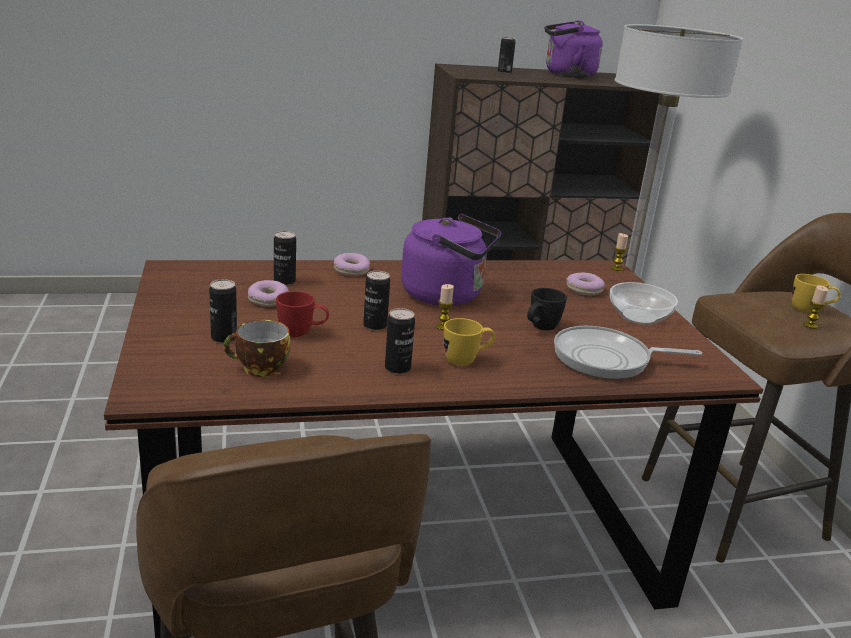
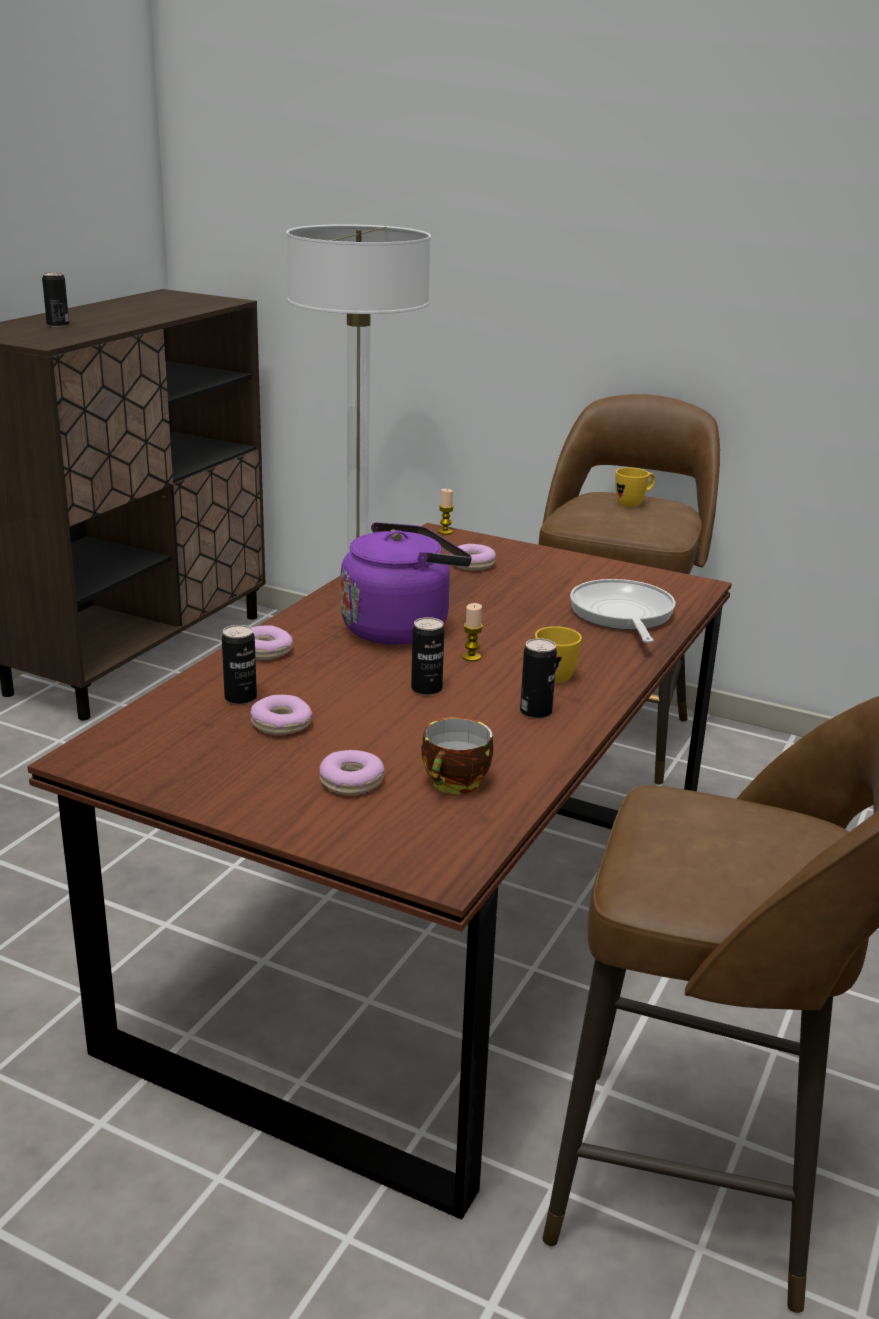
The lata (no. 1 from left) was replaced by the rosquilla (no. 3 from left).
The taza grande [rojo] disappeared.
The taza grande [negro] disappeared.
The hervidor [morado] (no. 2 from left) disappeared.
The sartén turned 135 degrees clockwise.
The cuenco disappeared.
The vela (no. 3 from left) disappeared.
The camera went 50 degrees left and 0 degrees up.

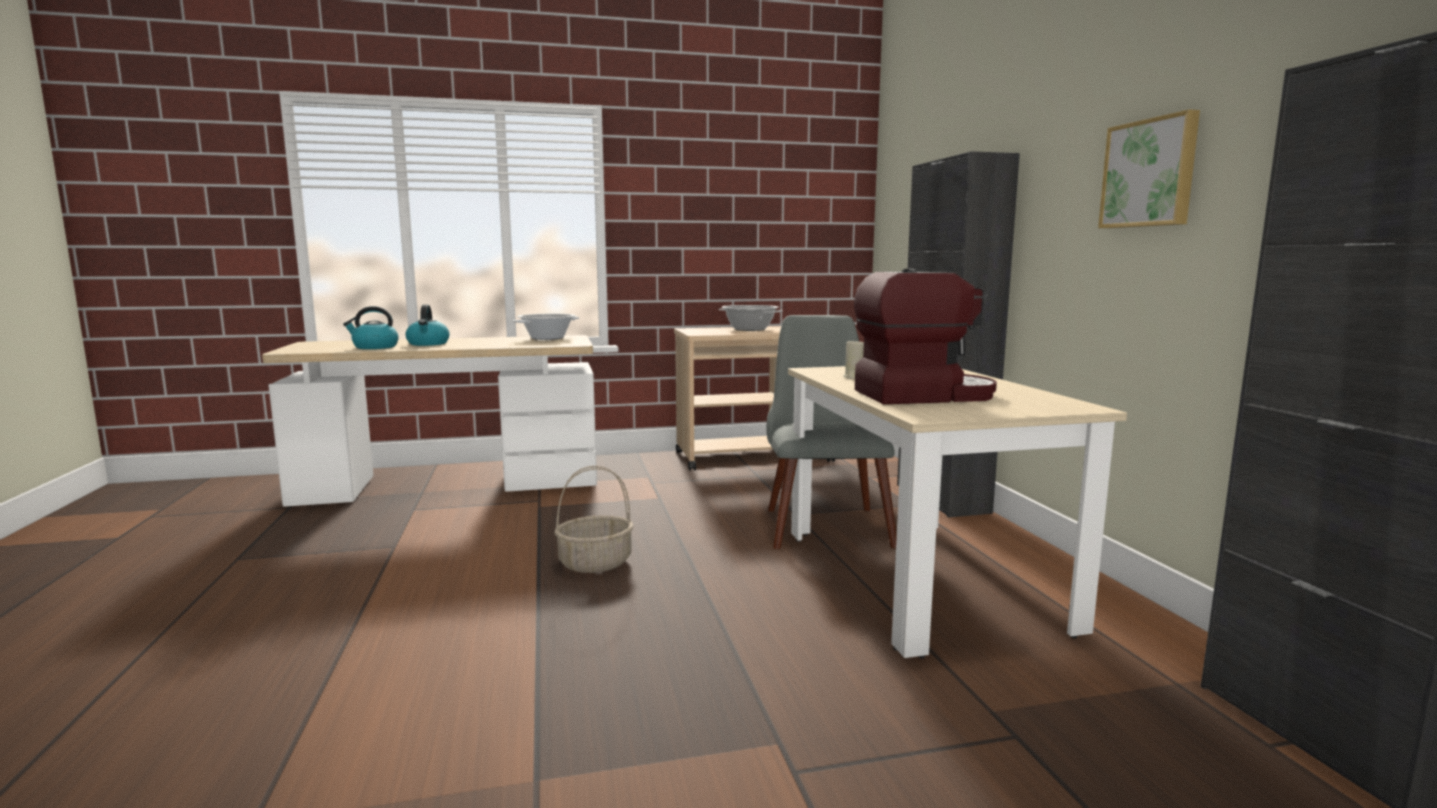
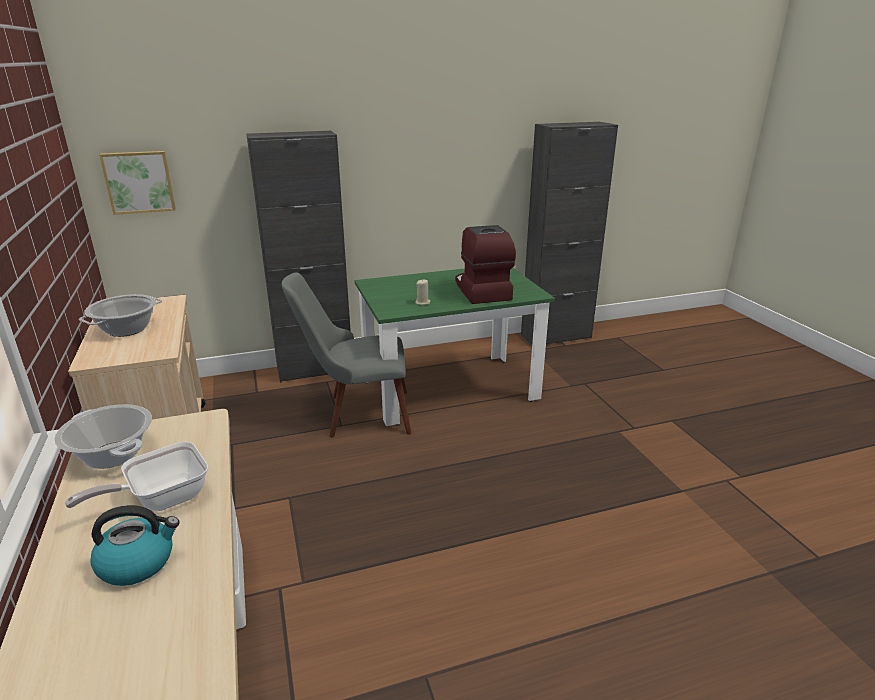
The hervidor (no. 1 from left) disappeared.
The cesta disappeared.
The mesa de comedor [beis] became the mesa de comedor [verde].
The cuadro moved.
The sartén appeared.
The camera went 95 degrees left and 15 degrees up.

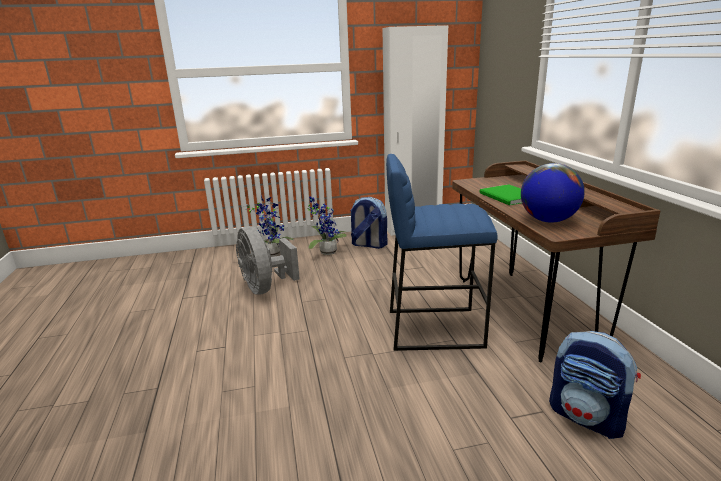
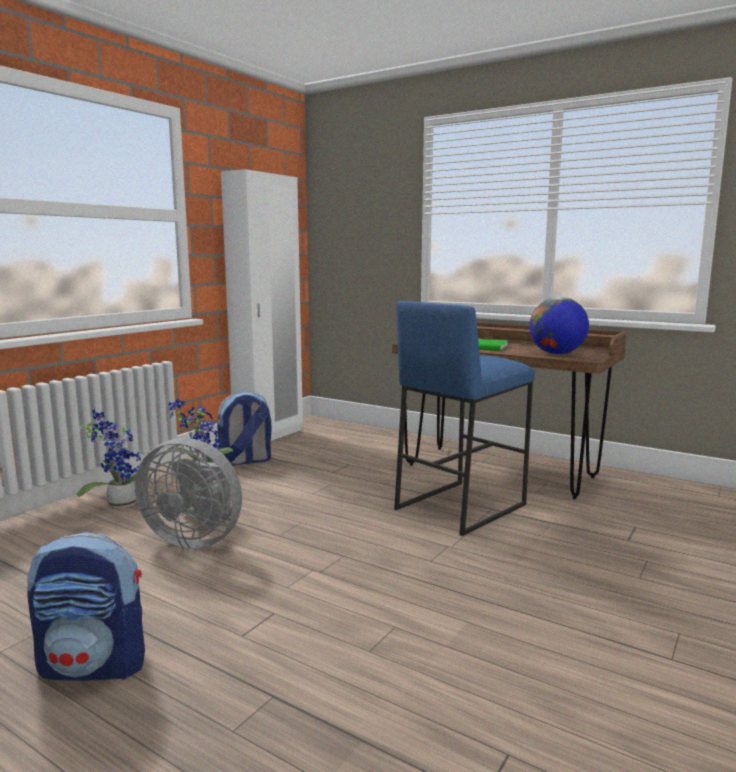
The mochila (no. 2 from left in the first image) moved.
The camera went 45 degrees left and 10 degrees down.

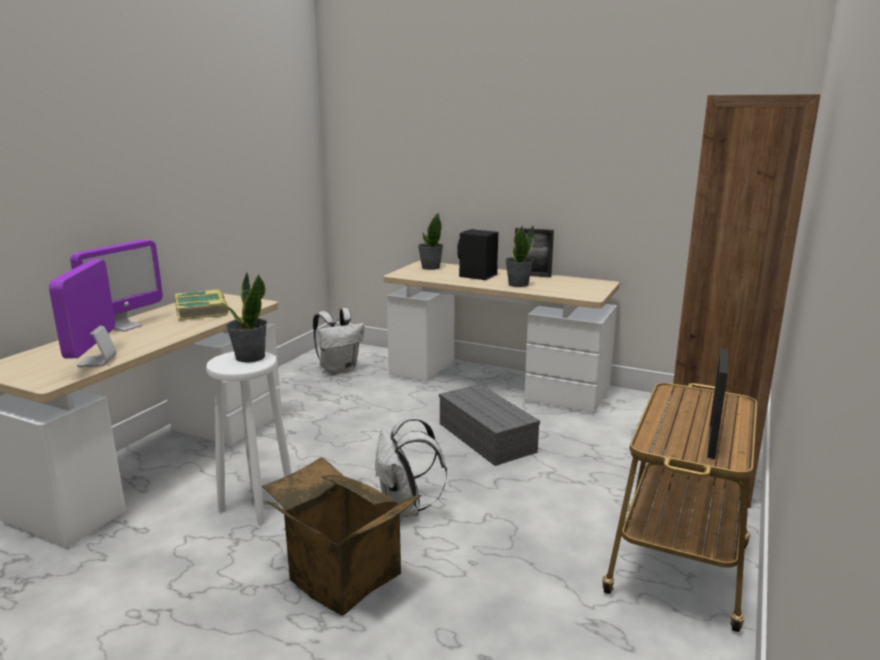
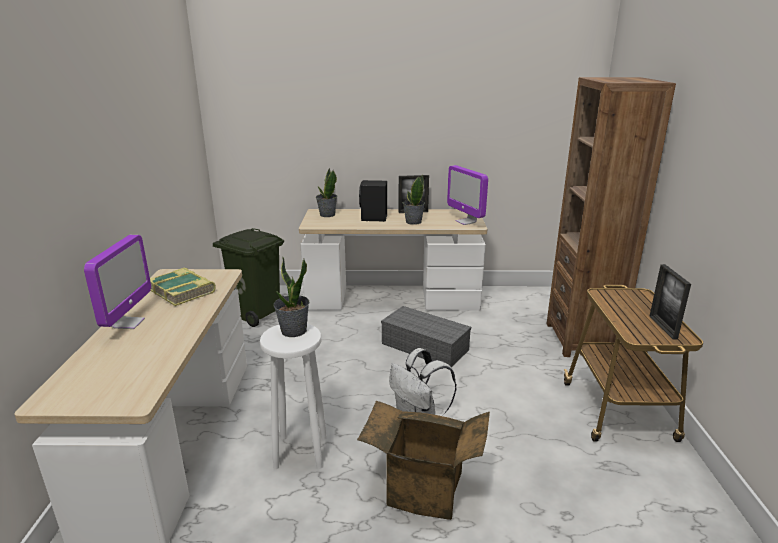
The monitor (no. 1 from left in the first image) moved.
The mochila [blanco] (no. 1 from left) was replaced by the papelera [verde].
The camera went 25 degrees left and 5 degrees up.

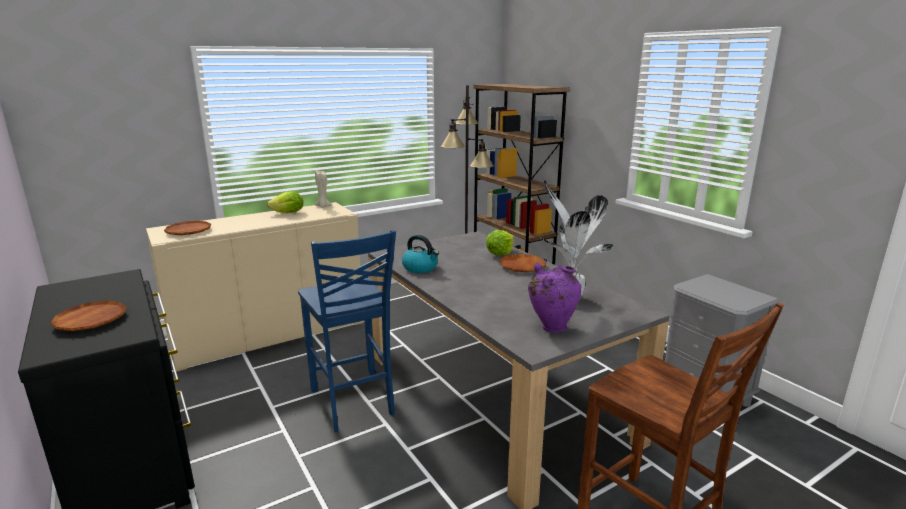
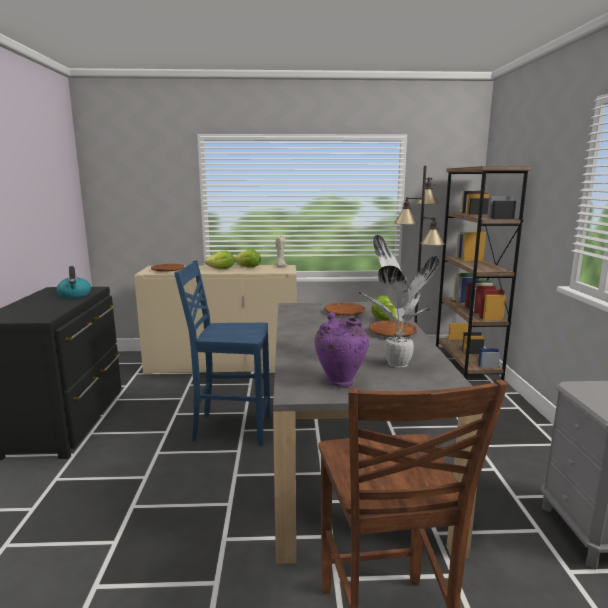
The plato [marrón] (no. 1 from left in the first image) moved.
The silla [azul] turned 90 degrees clockwise.
The hervidor moved.
The lechuga (no. 1 from left) appeared.
The camera went 30 degrees right and 5 degrees down.

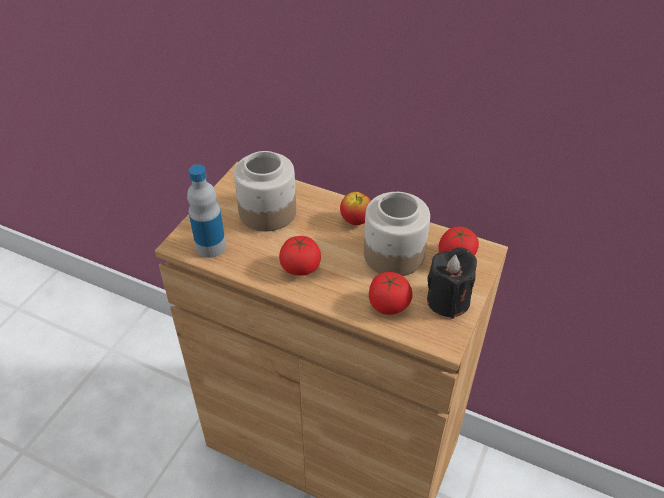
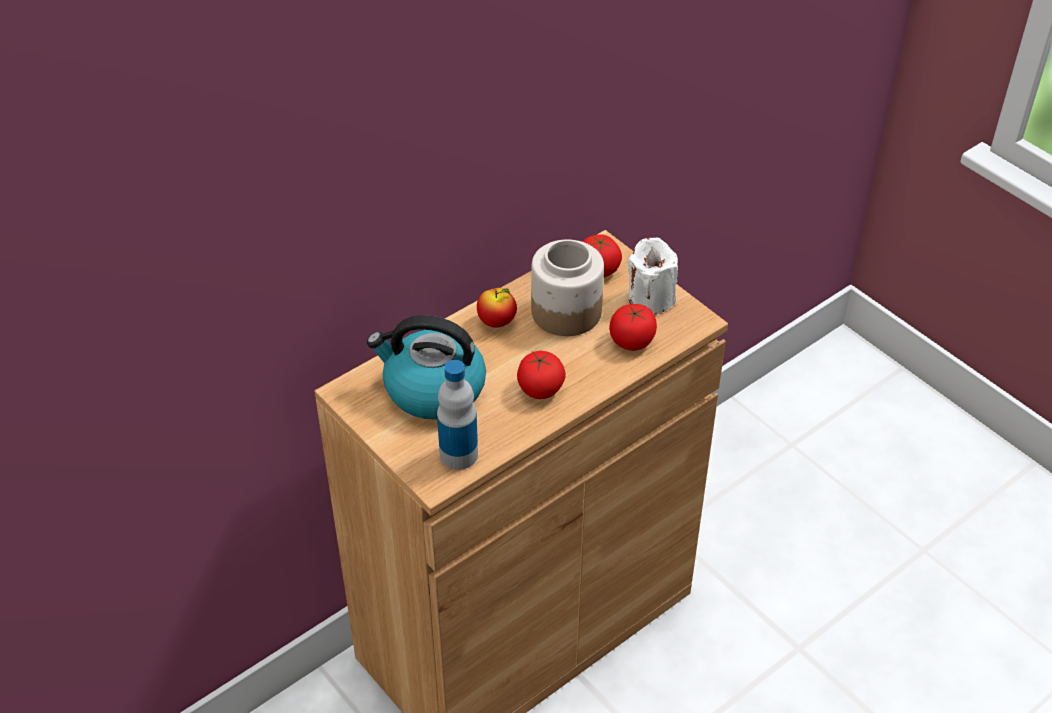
The tarro (no. 1 from left) was replaced by the hervidor.
The vela [negro] became the vela [blanco].
The camera went 65 degrees left and 0 degrees up.

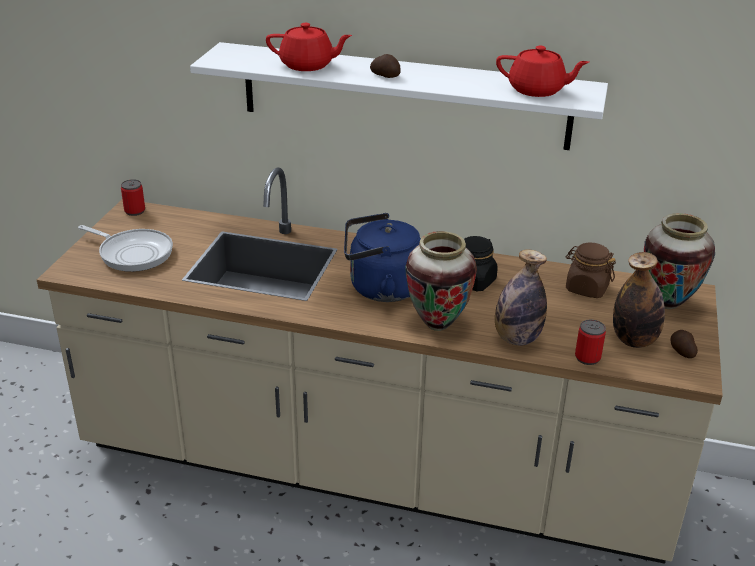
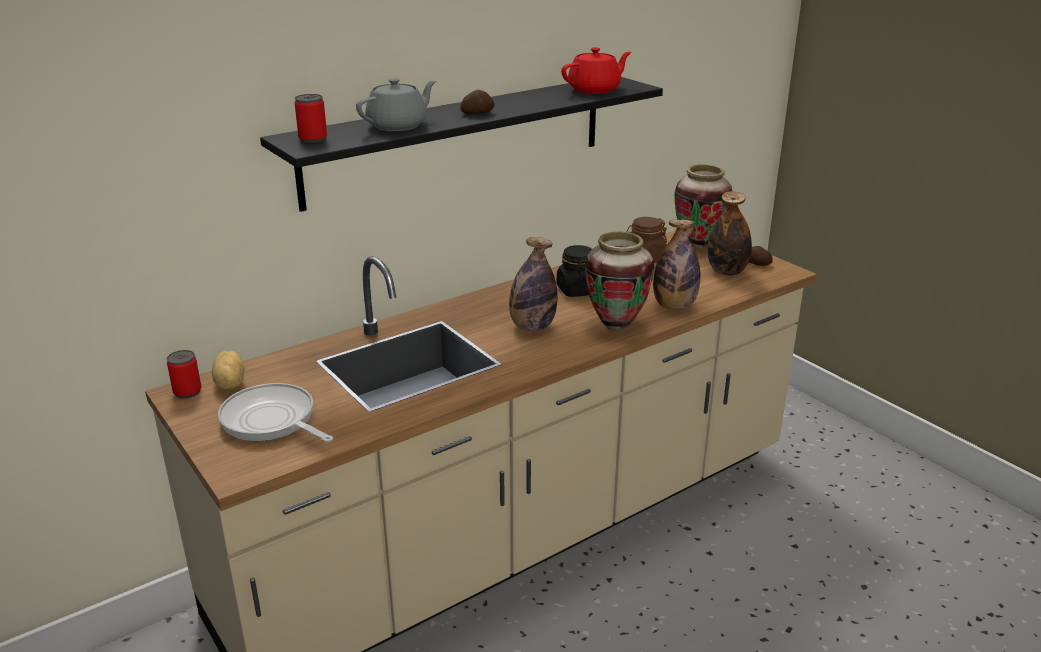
The sartén turned 120 degrees counterclockwise.
The estante [blanco] became the estante [negro].
The tetera [rojo] (no. 1 from left) became the tetera [gris].
The hervidor [azul] was replaced by the botella (no. 1 from left).
The lata (no. 2 from left) moved.
The patata (no. 1 from left) appeared.
The camera went 50 degrees left and 5 degrees down.

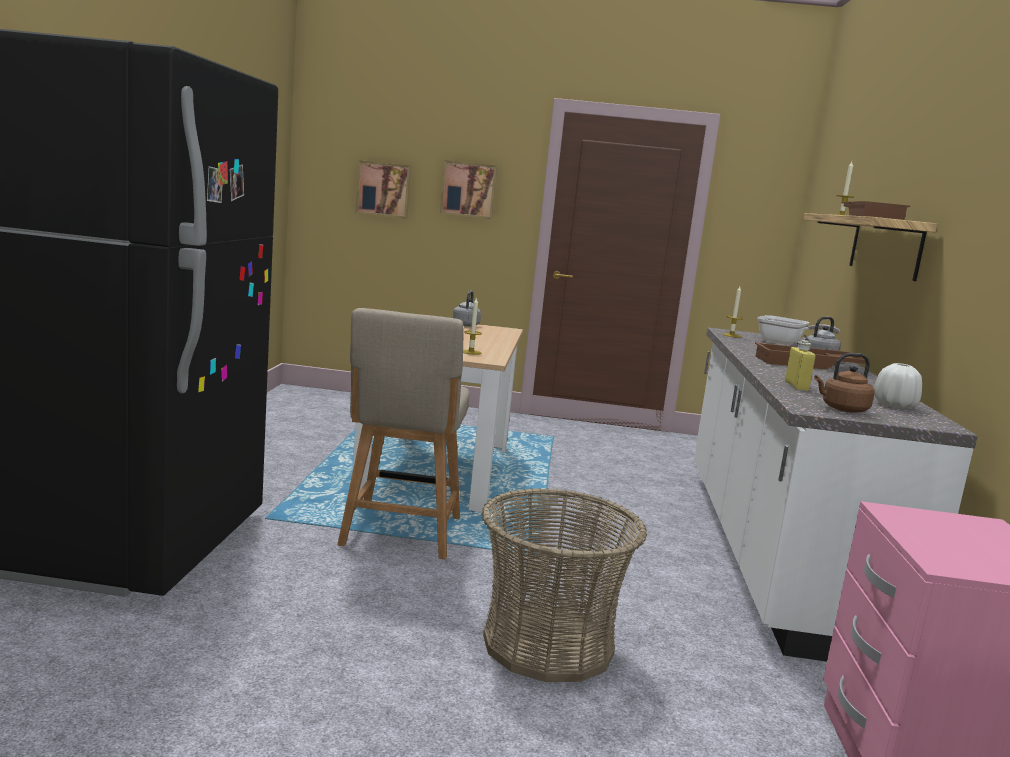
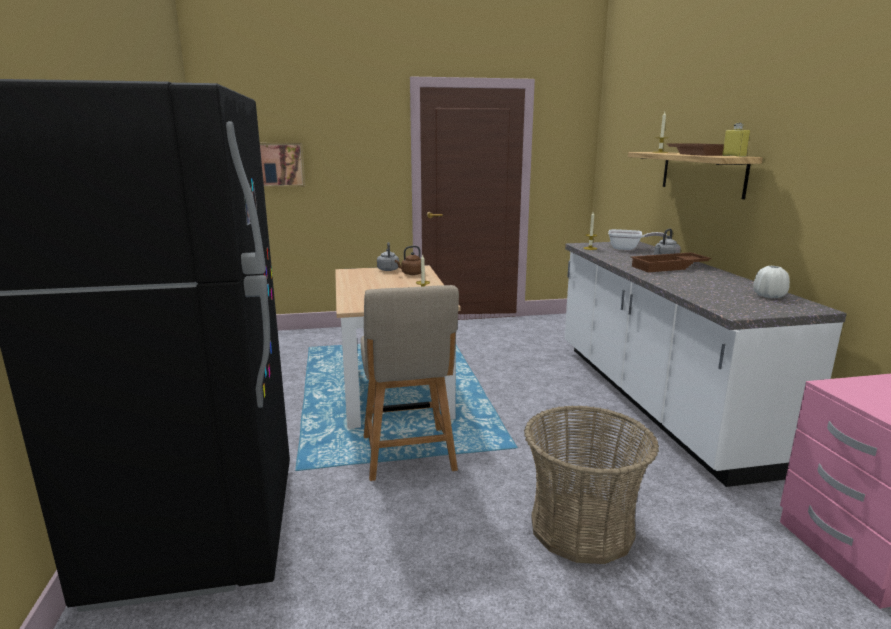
The cuadro (no. 2 from left) disappeared.
The botella [amarillo] moved.
The hervidor [marrón] moved.
The camera went 15 degrees left and 5 degrees up.

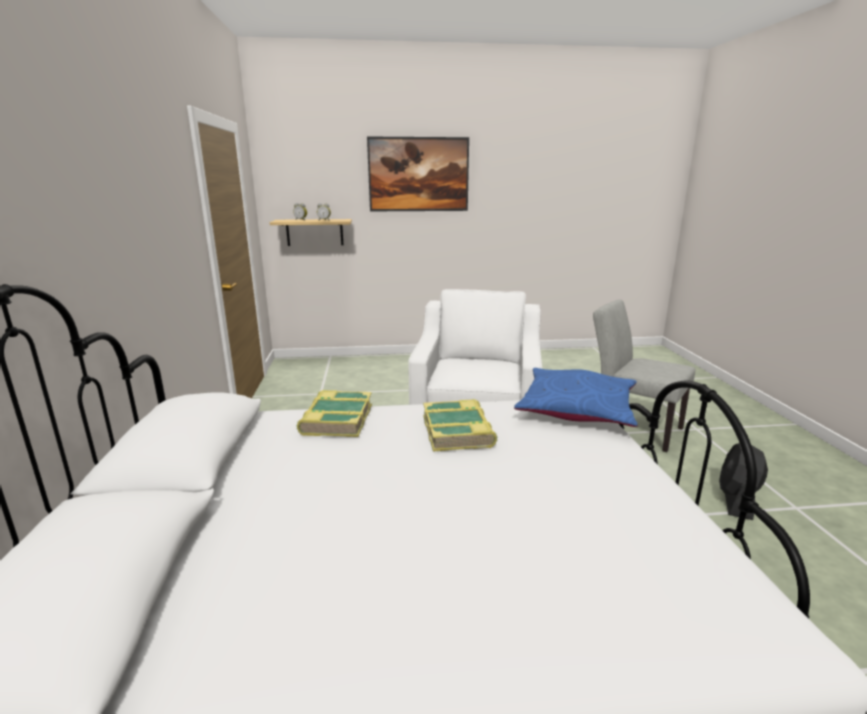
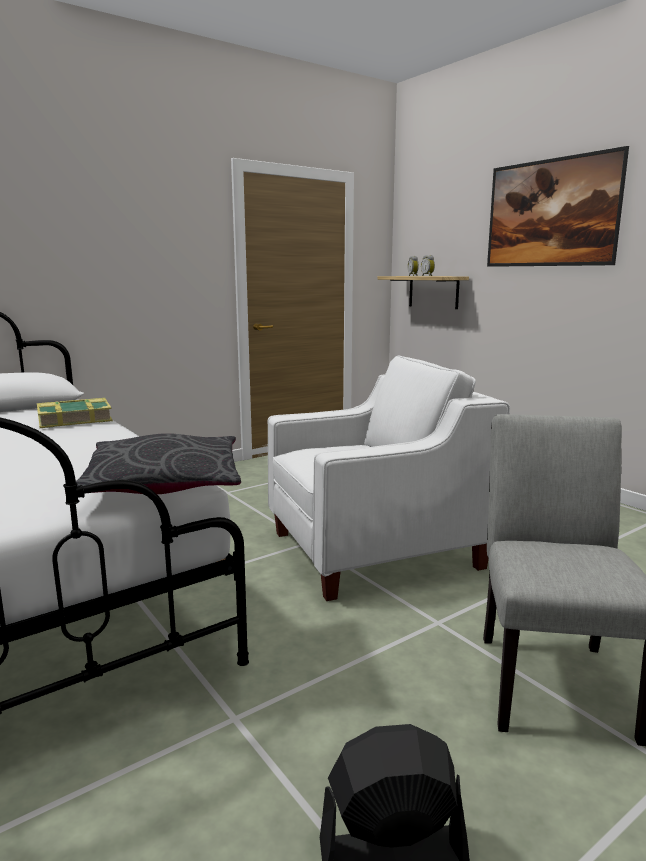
The libro (no. 2 from left) disappeared.
The cojín [azul] became the cojín [gris].
The camera went 60 degrees right and 5 degrees down.

